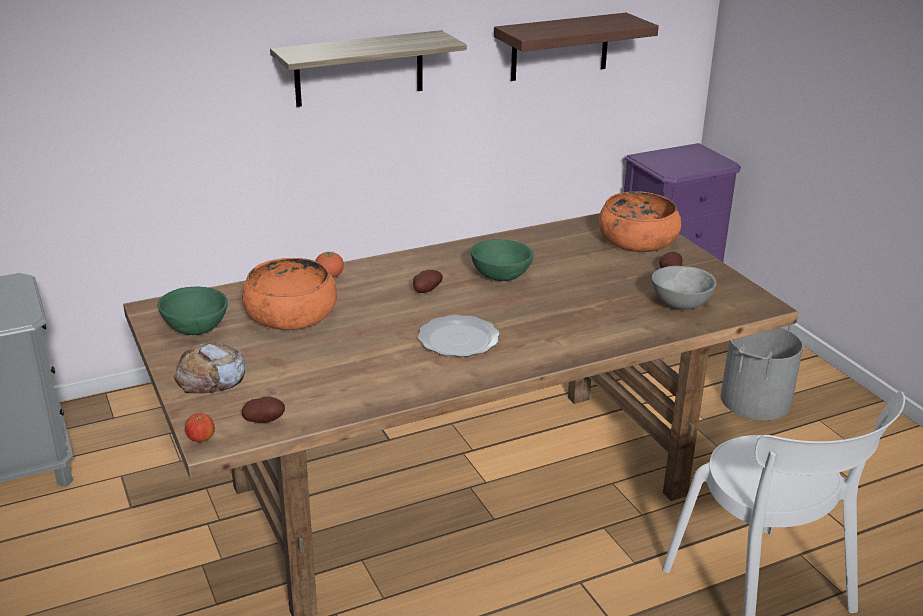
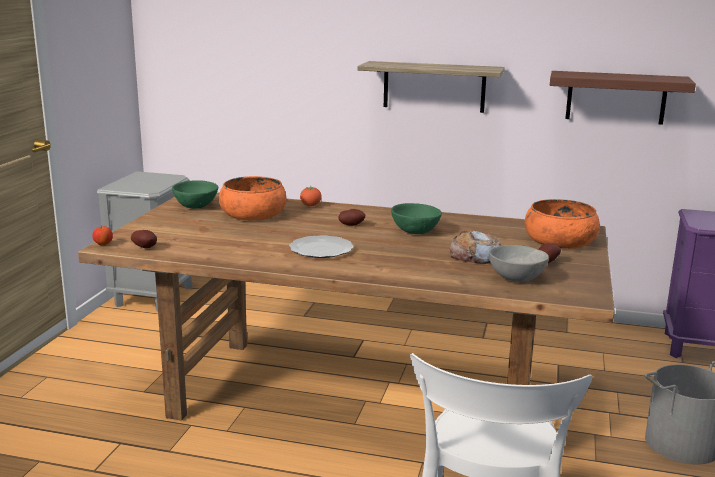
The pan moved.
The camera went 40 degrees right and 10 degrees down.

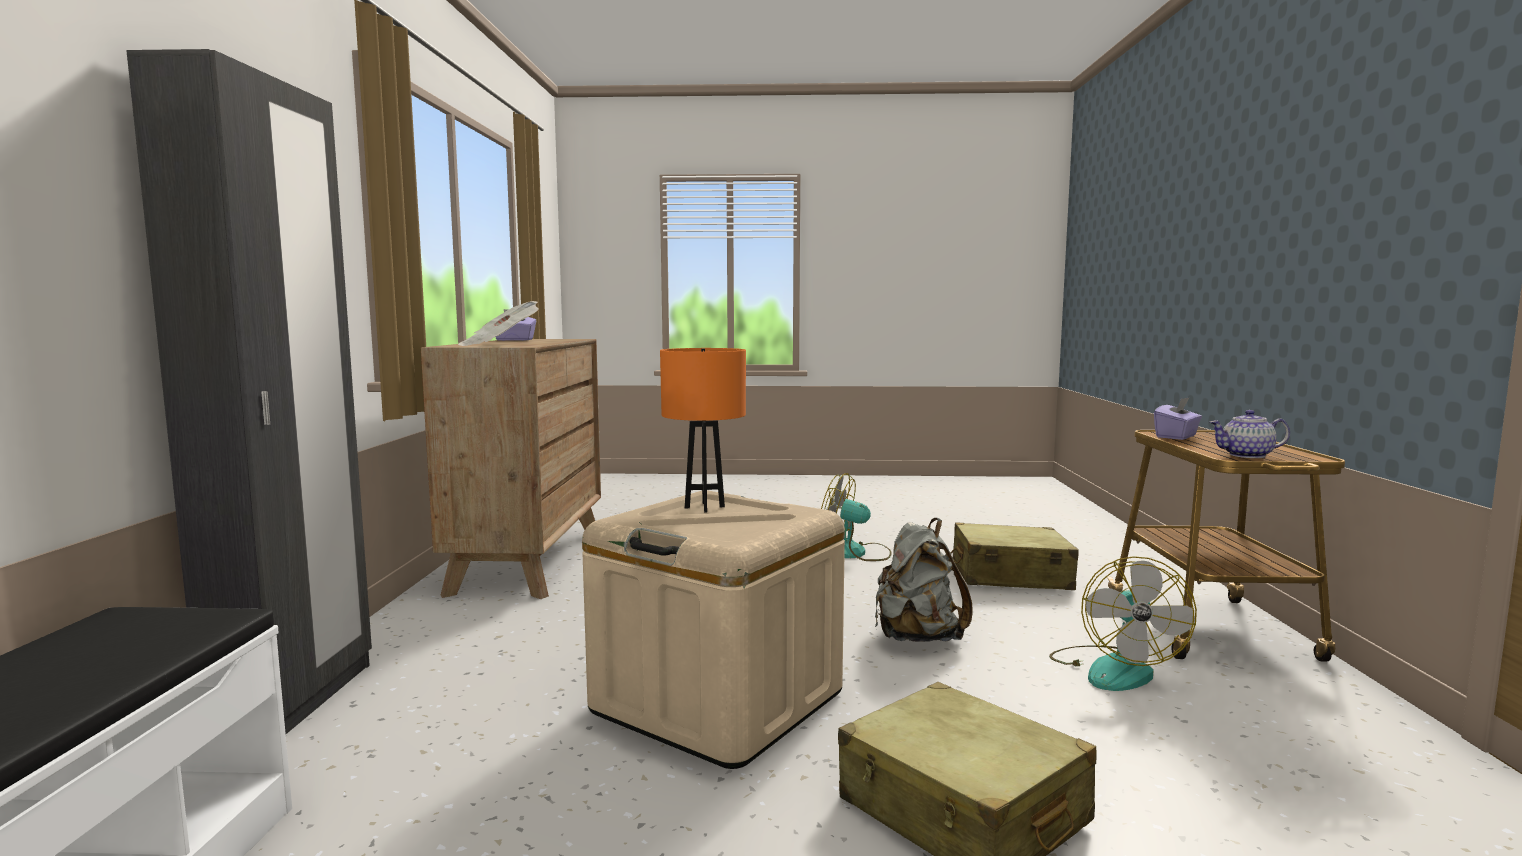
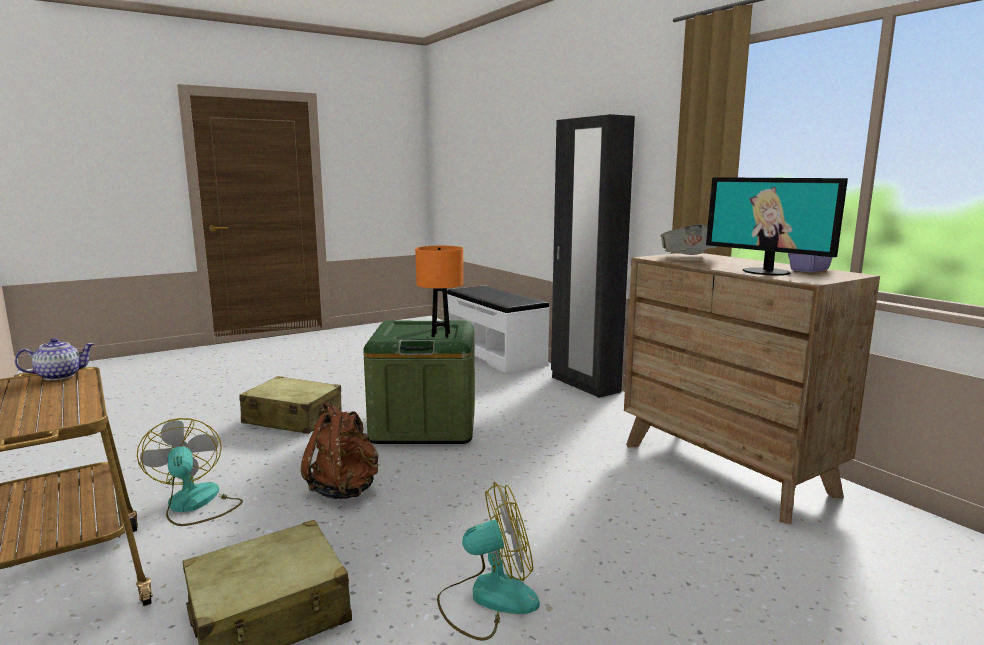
The caja de almacenaje [beis] became the caja de almacenaje [verde].
The mochila [gris] became the mochila [marrón].
The caja de pañuelos [morado] (no. 2 from left) disappeared.
The monitor appeared.
The camera went 145 degrees right and 5 degrees up.

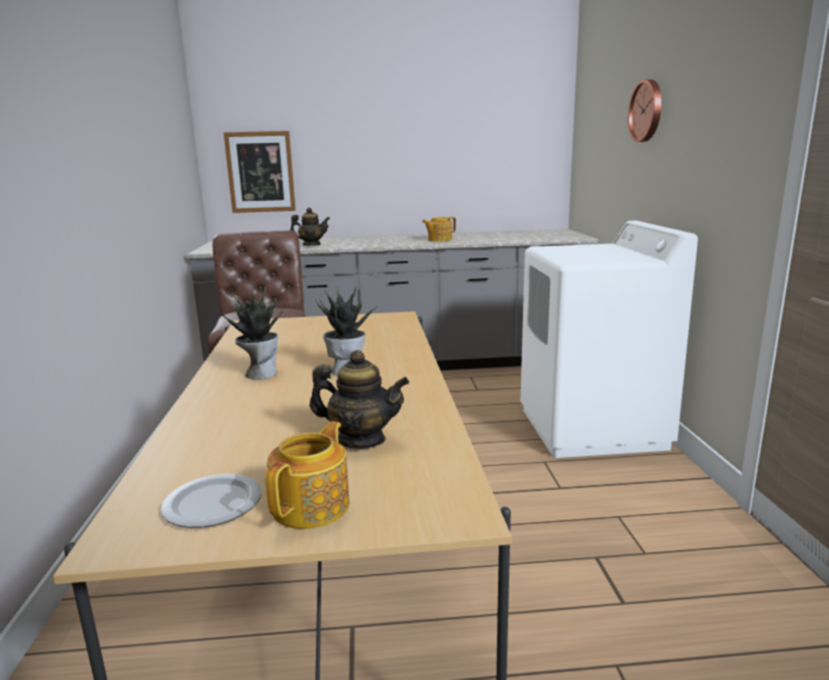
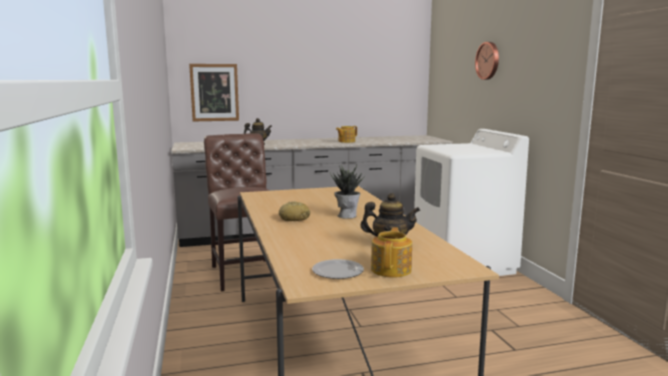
The planta en maceta (no. 1 from left) was replaced by the pan.
The camera went 10 degrees left and 5 degrees down.

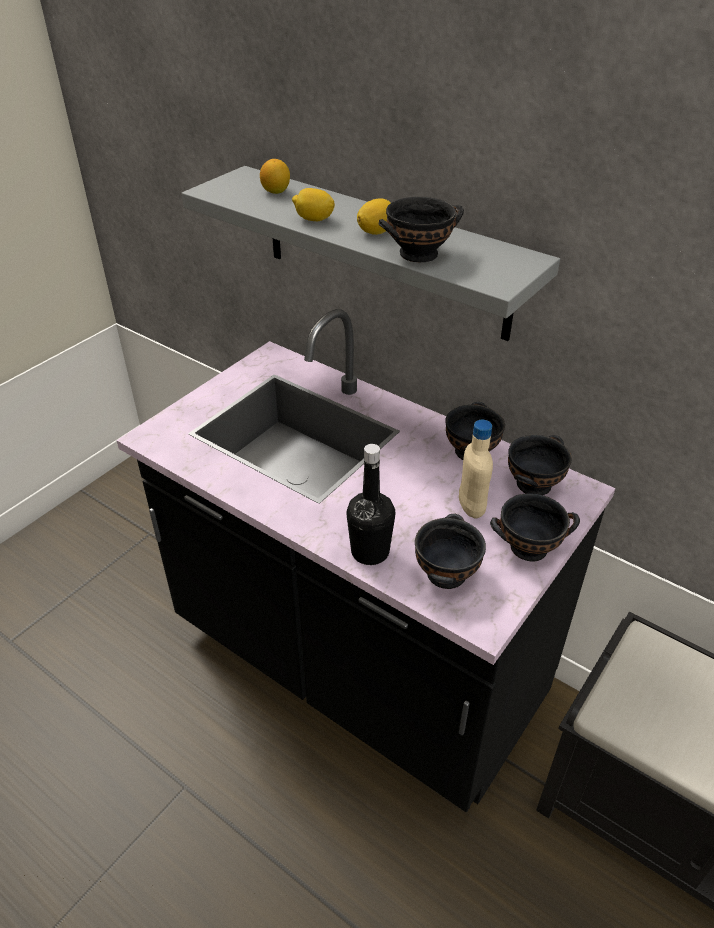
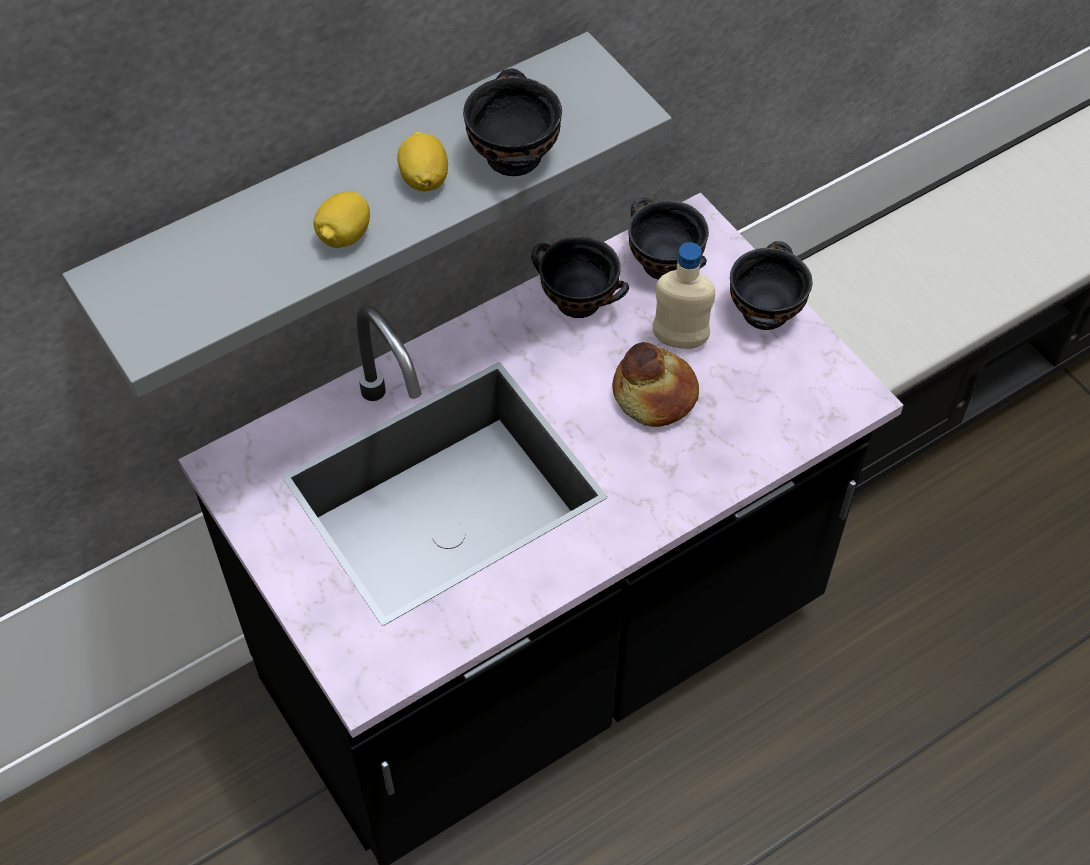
The limón (no. 1 from left) disappeared.
The botella [negro] disappeared.
The cuenco [negro] (no. 2 from left) disappeared.
The pan appeared.
The camera went 70 degrees left and 15 degrees up.

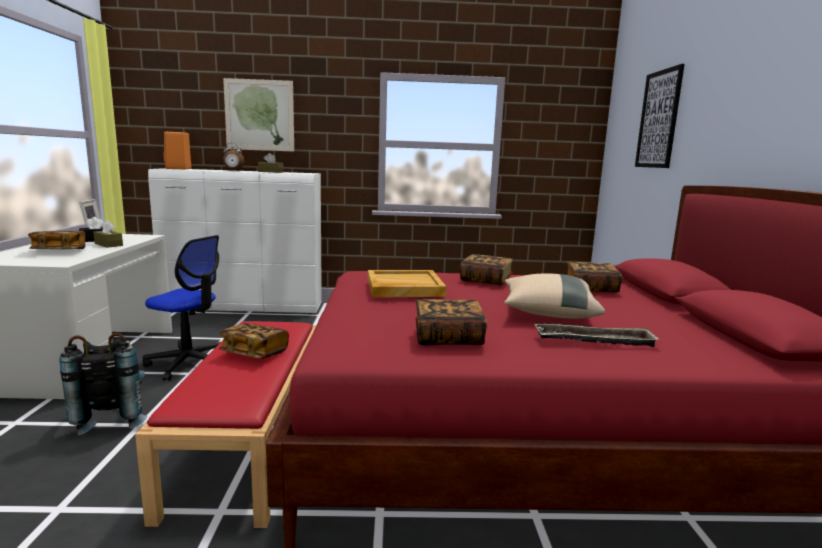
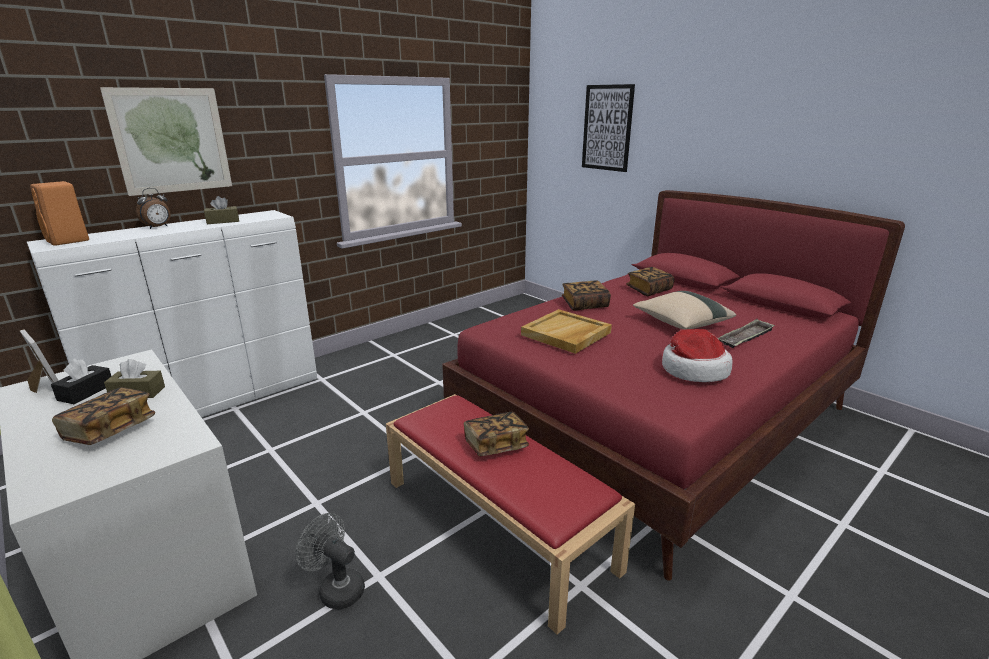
The mochila [negro] was replaced by the ventilador [gris].
The silla de oficina disappeared.
The libro (no. 3 from left) was replaced by the sombrero.
The camera went 40 degrees left and 10 degrees up.

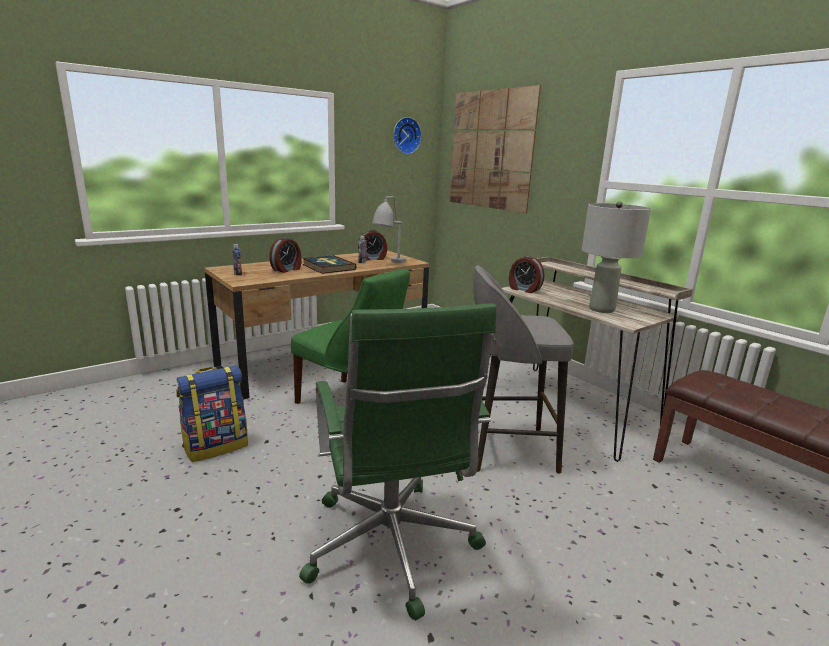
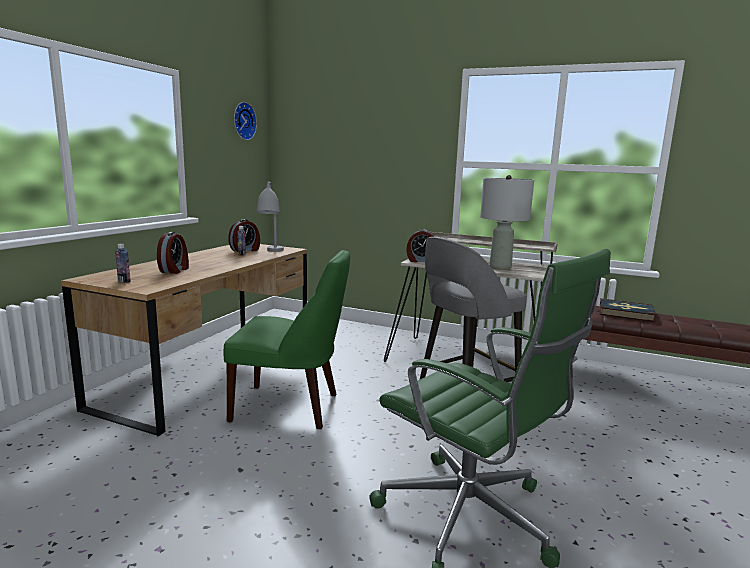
The mochila disappeared.
The libro moved.
The cuadro disappeared.
The camera went 30 degrees left and 5 degrees down.

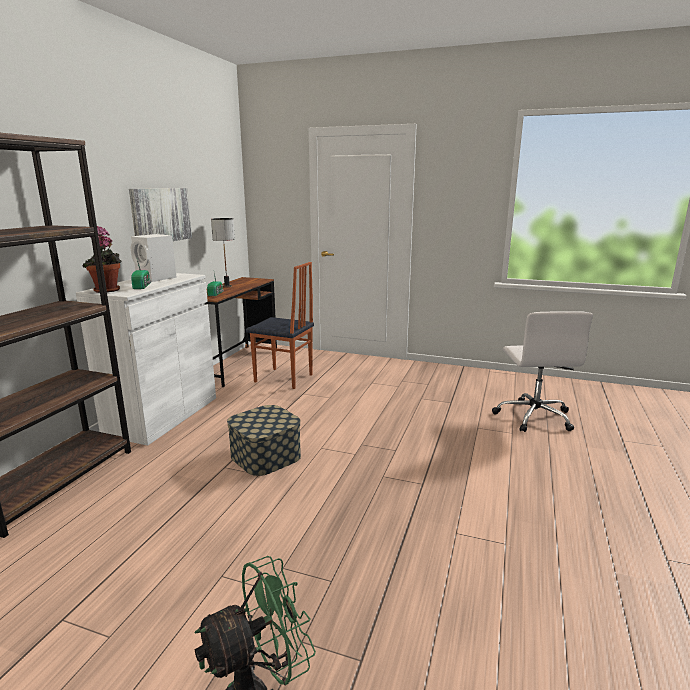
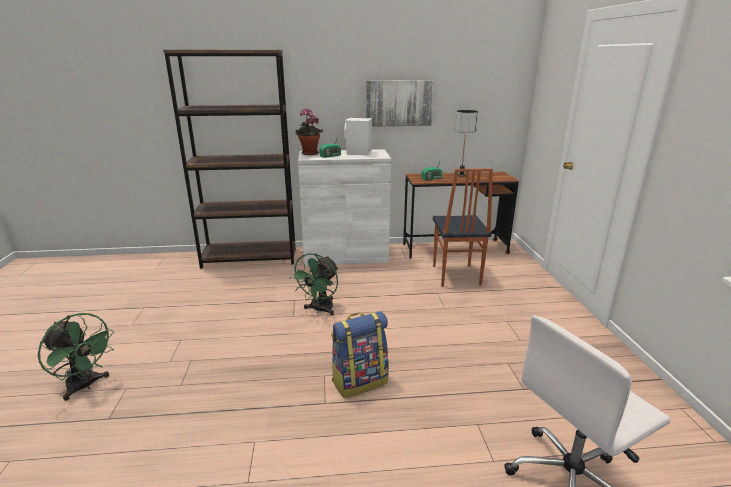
The caja de almacenaje was replaced by the ventilador [verde] (no. 2 from left).
The mochila appeared.
The camera went 65 degrees right and 5 degrees up.

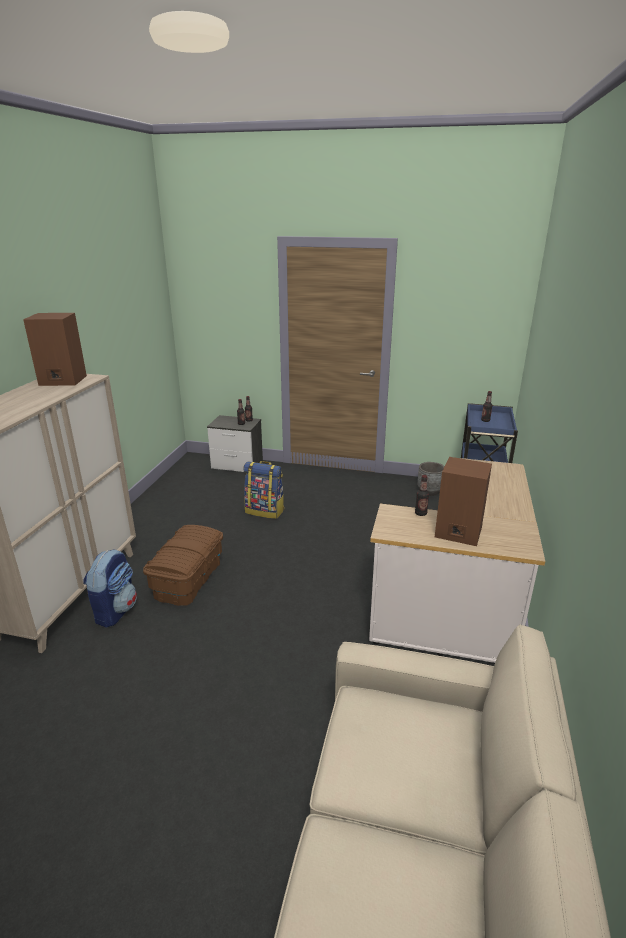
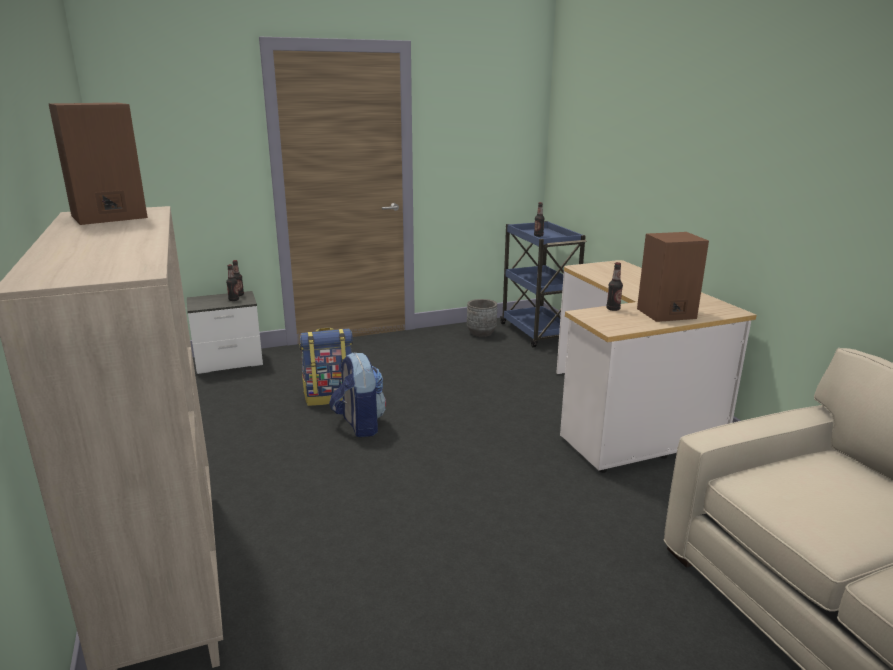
The mochila (no. 1 from left in the first image) moved.
The caja de almacenaje [marrón] disappeared.
The camera went 35 degrees left and 5 degrees down.

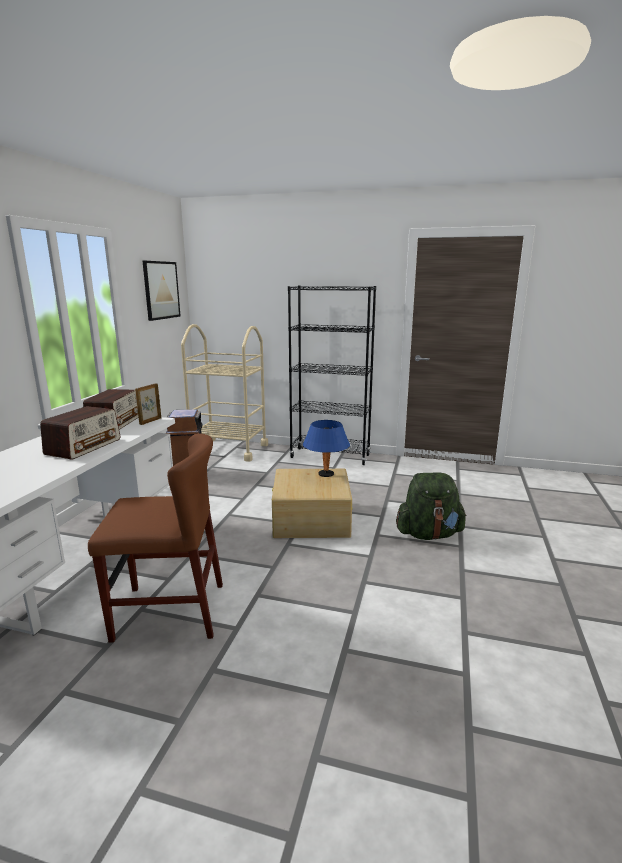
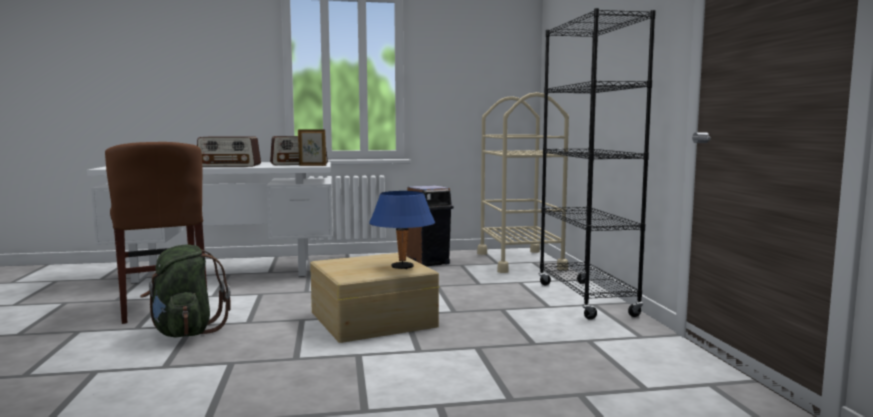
The cuadro disappeared.
The mochila [verde] moved.
The camera went 65 degrees right and 10 degrees down.

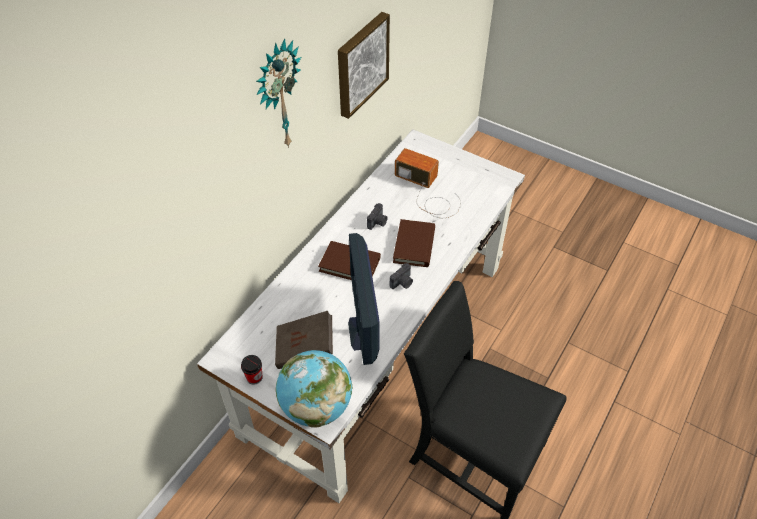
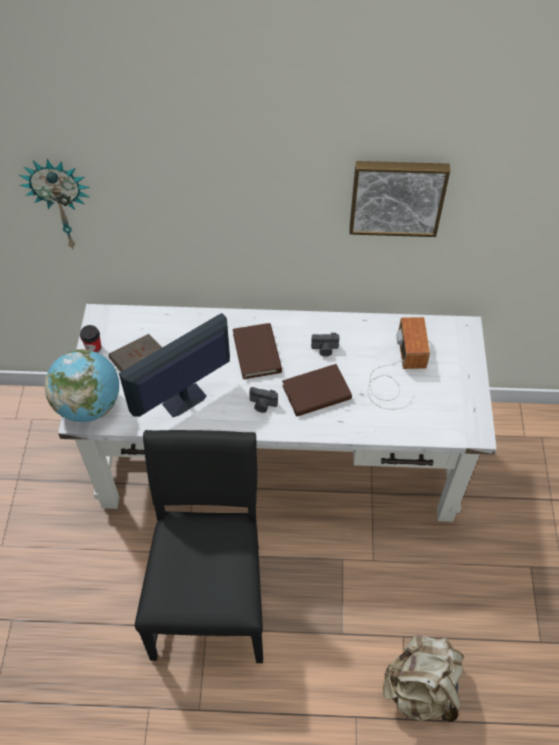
The reloj de pared moved.
The mochila [beis] appeared.
The camera went 60 degrees right and 5 degrees up.

